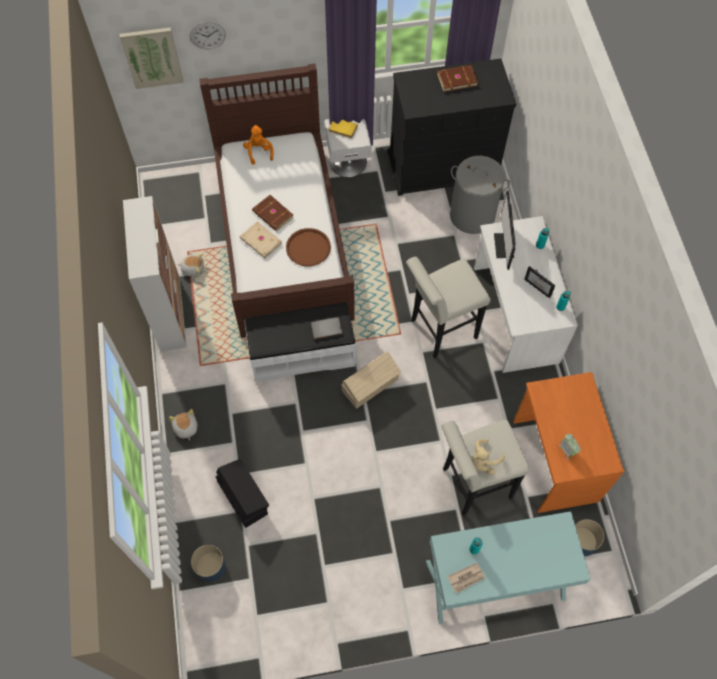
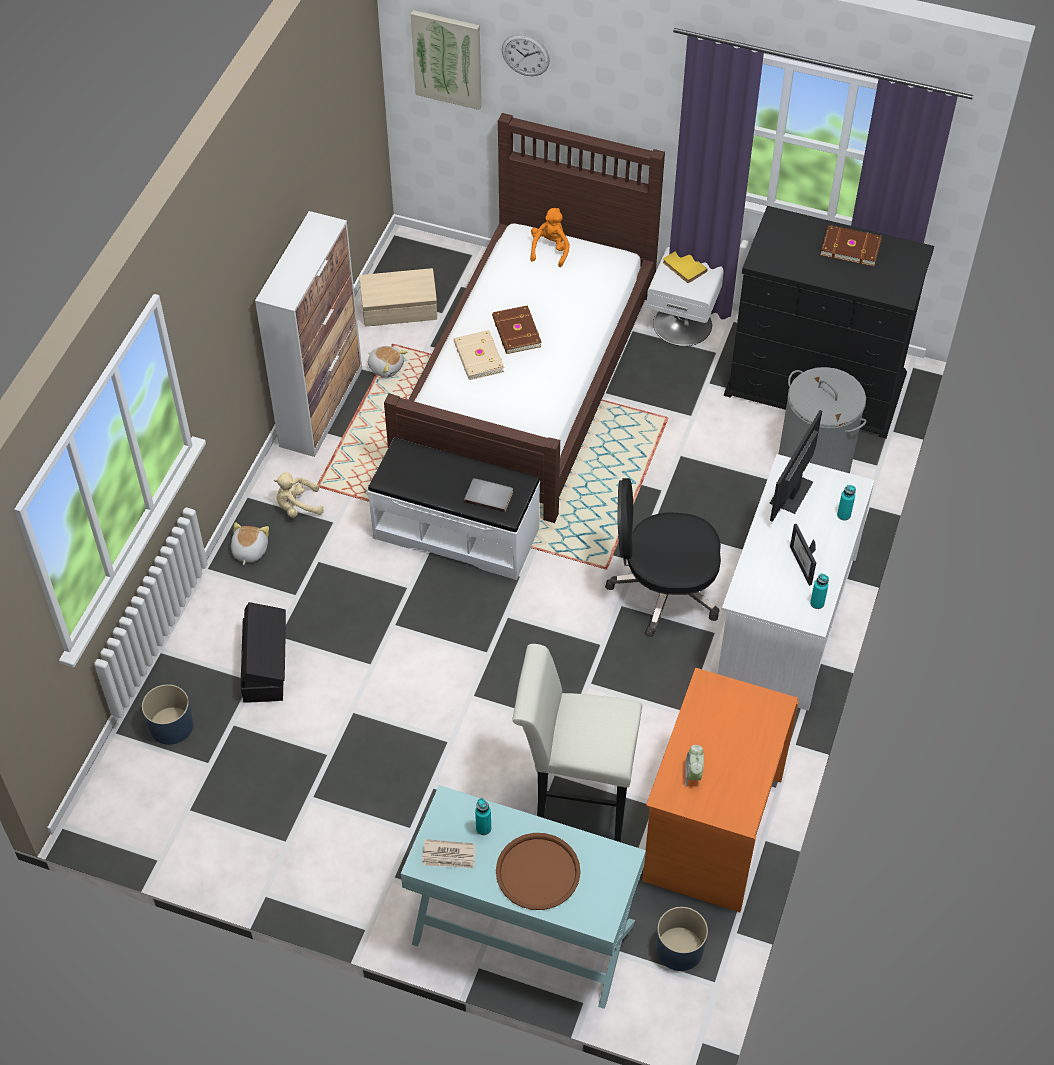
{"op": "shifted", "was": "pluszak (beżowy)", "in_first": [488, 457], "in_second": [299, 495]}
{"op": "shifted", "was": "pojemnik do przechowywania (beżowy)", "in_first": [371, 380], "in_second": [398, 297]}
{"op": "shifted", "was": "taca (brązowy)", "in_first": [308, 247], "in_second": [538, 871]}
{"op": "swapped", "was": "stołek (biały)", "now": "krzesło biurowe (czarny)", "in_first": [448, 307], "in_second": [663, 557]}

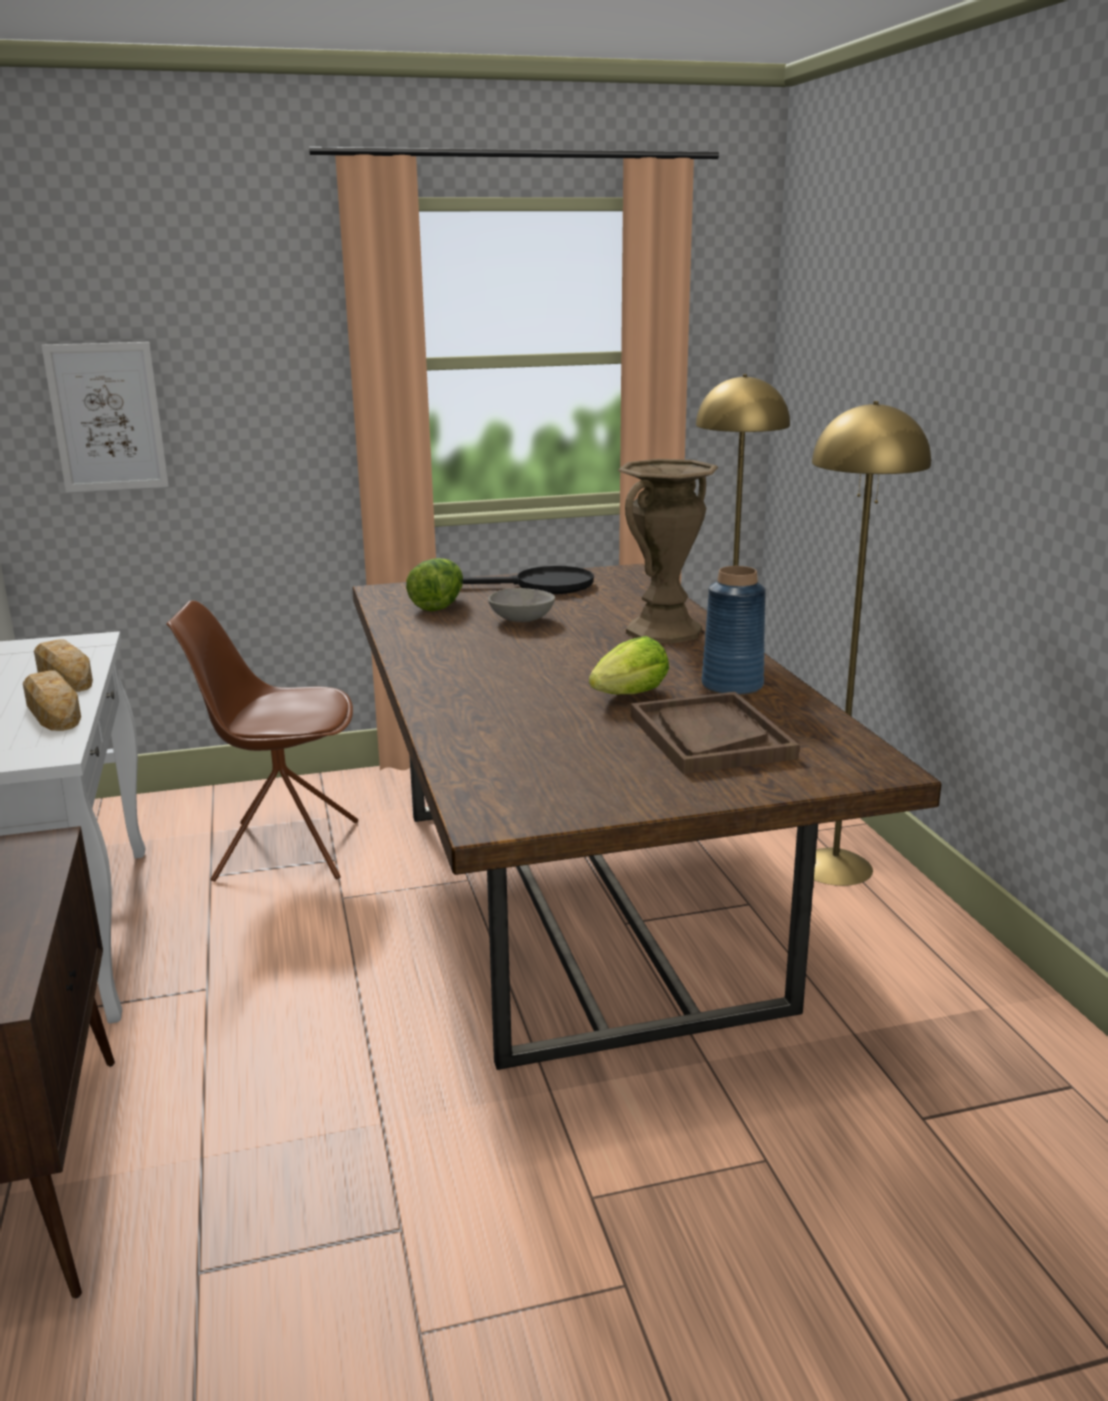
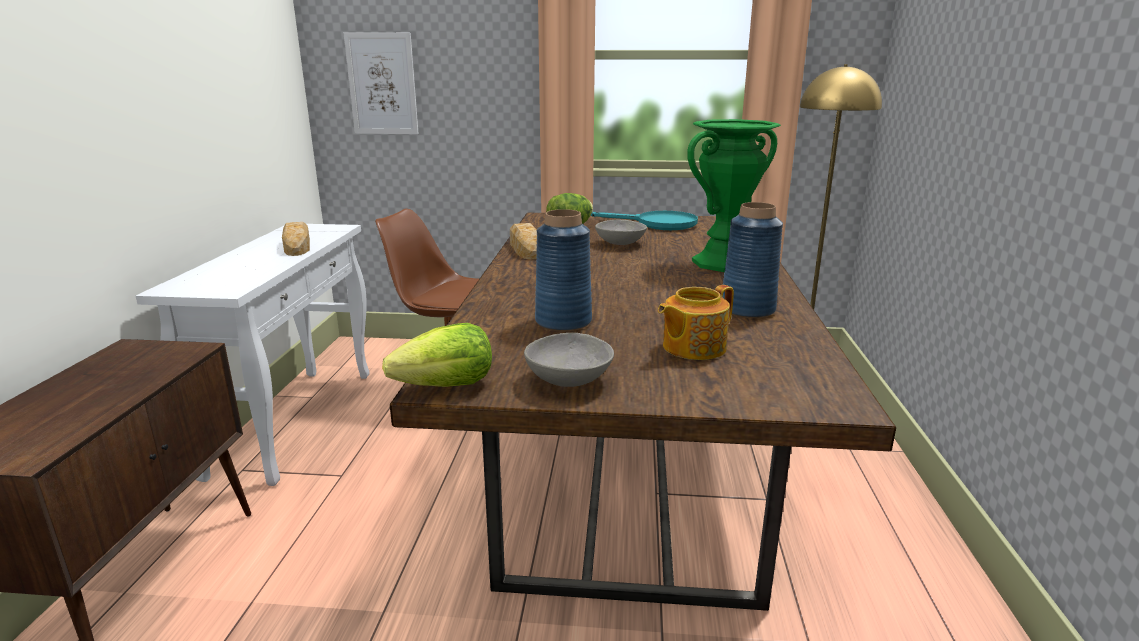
{"op": "shifted", "was": "sałata", "in_first": [629, 665], "in_second": [437, 355]}
{"op": "shifted", "was": "chleb", "in_first": [52, 701], "in_second": [523, 241]}
{"op": "new", "now": "miska (szary)", "in_second": [569, 360]}
{"op": "new", "now": "wazon (niebieski)", "in_second": [563, 270]}
{"op": "repainted", "was": "patelnia (czarny)", "now": "patelnia (turkusowy)", "in_first": [528, 580], "in_second": [644, 220]}
{"op": "swapped", "was": "taca (brązowy)", "now": "imbryk", "in_first": [715, 733], "in_second": [696, 322]}
{"op": "repainted", "was": "wazon (brązowy)", "now": "wazon (zielony)", "in_first": [668, 551], "in_second": [734, 195]}
{"op": "gone", "was": "lampa stojąca (żółty)", "in_first": [871, 643]}

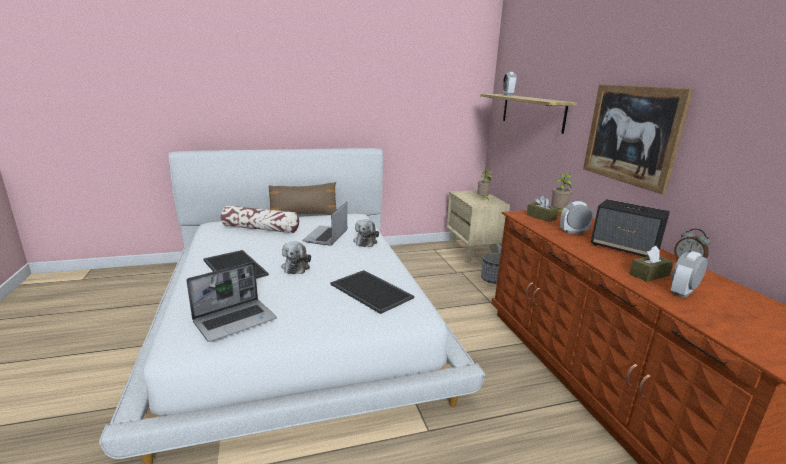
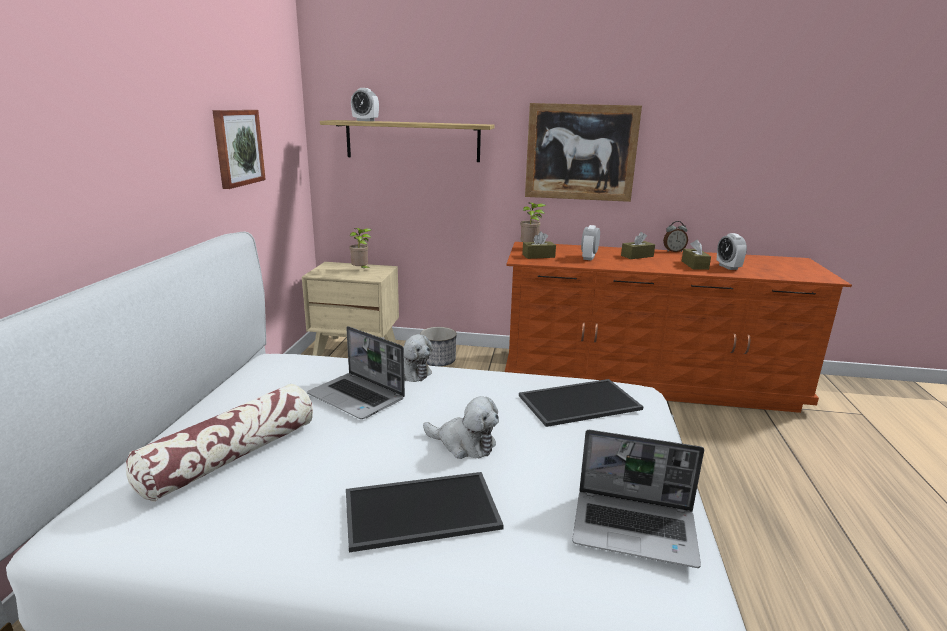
{"op": "new", "now": "obraz", "in_second": [239, 149]}
{"op": "rotated", "was": "laptop", "in_first": [231, 302], "in_second": [638, 499], "clockwise": 120}
{"op": "swapped", "was": "głośnik", "now": "pudełko chusteczek (brązowy)", "in_first": [630, 228], "in_second": [638, 245]}
{"op": "gone", "was": "poduszka (brązowy)", "in_first": [303, 198]}

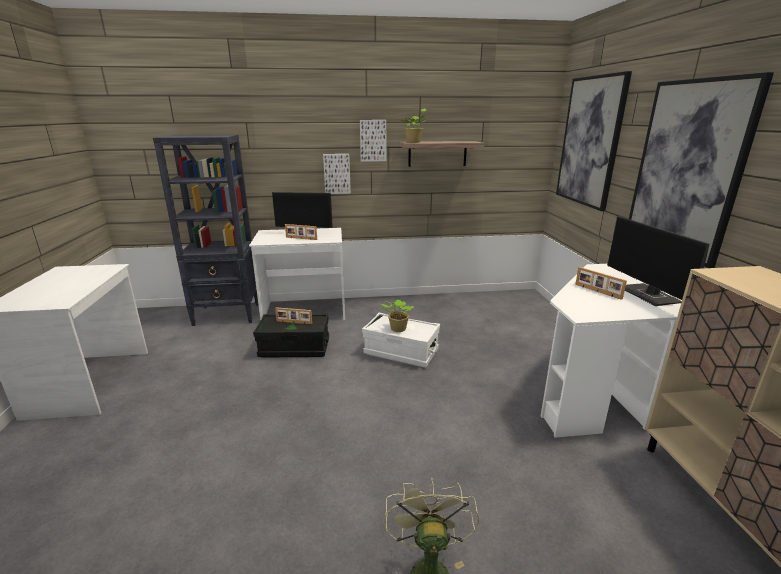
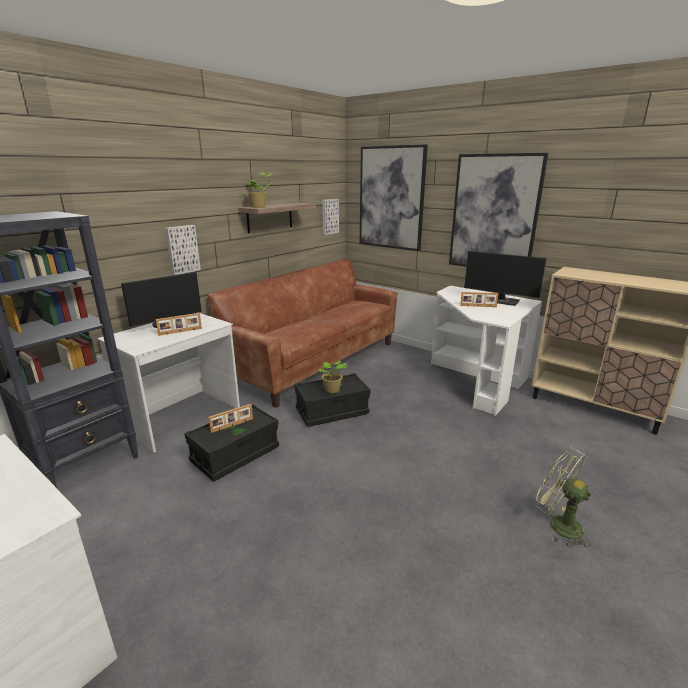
{"op": "new", "now": "kanapa (brązowy)", "in_second": [302, 333]}
{"op": "repainted", "was": "pojemnik do przechowywania (biały)", "now": "pojemnik do przechowywania (czarny)", "in_first": [401, 340], "in_second": [332, 400]}
{"op": "shifted", "was": "obraz", "in_first": [373, 141], "in_second": [330, 217]}

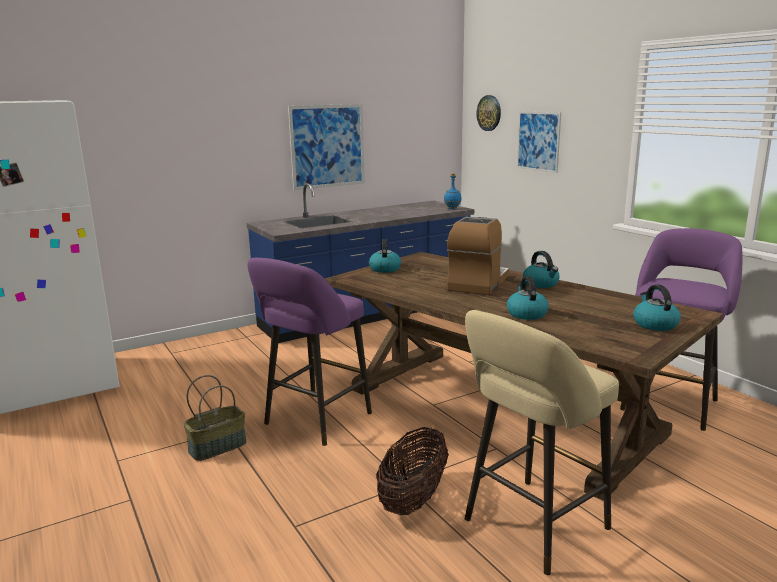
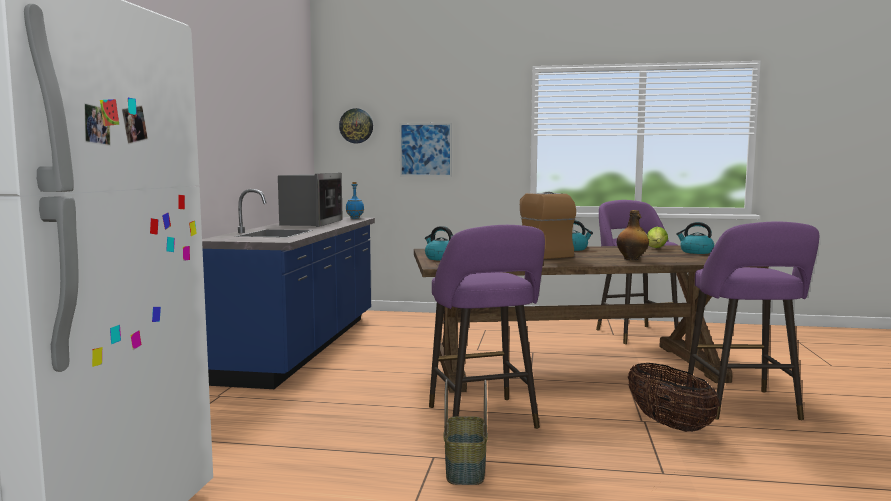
{"op": "new", "now": "mikrofalówka", "in_second": [310, 200]}
{"op": "swapped", "was": "czajnik", "now": "butelka", "in_first": [527, 298], "in_second": [632, 235]}
{"op": "new", "now": "sałata", "in_second": [657, 237]}
{"op": "repainted", "was": "stołek (beżowy)", "now": "stołek (fioletowy)", "in_first": [542, 442], "in_second": [753, 321]}
{"op": "gone", "was": "obraz", "in_first": [326, 147]}

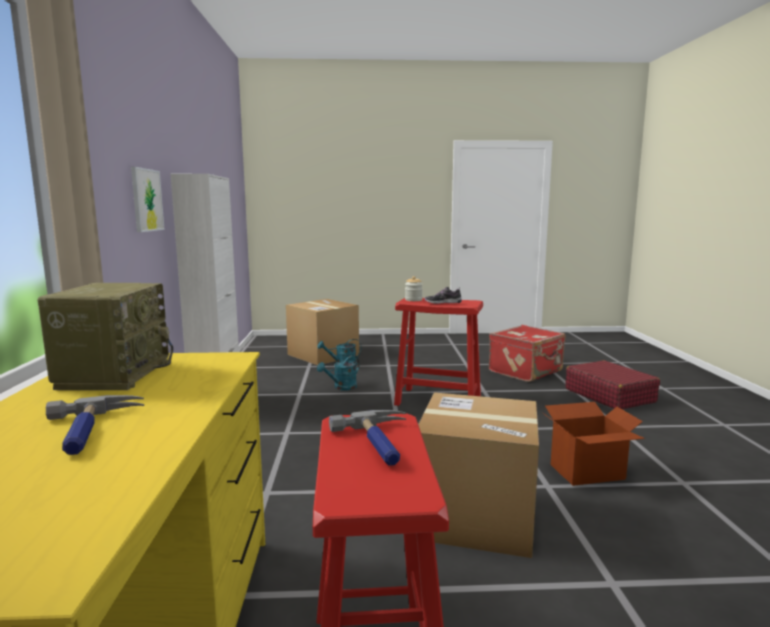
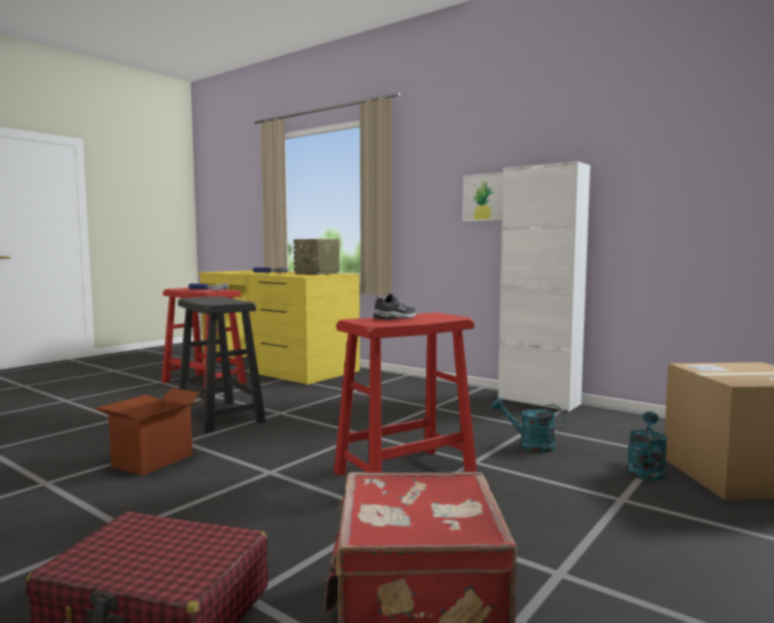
{"op": "swapped", "was": "karton", "now": "stołek (czarny)", "in_first": [478, 475], "in_second": [222, 364]}
{"op": "rotated", "was": "konewka (turkusowy)", "in_first": [338, 372], "in_second": [528, 425], "clockwise": -60}
{"op": "gone", "was": "słoik", "in_first": [414, 288]}

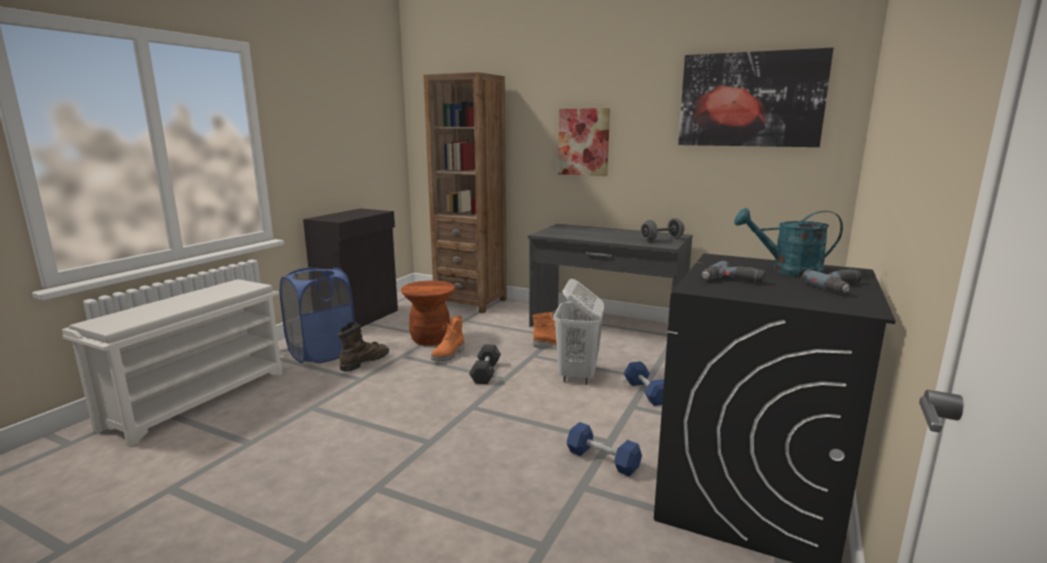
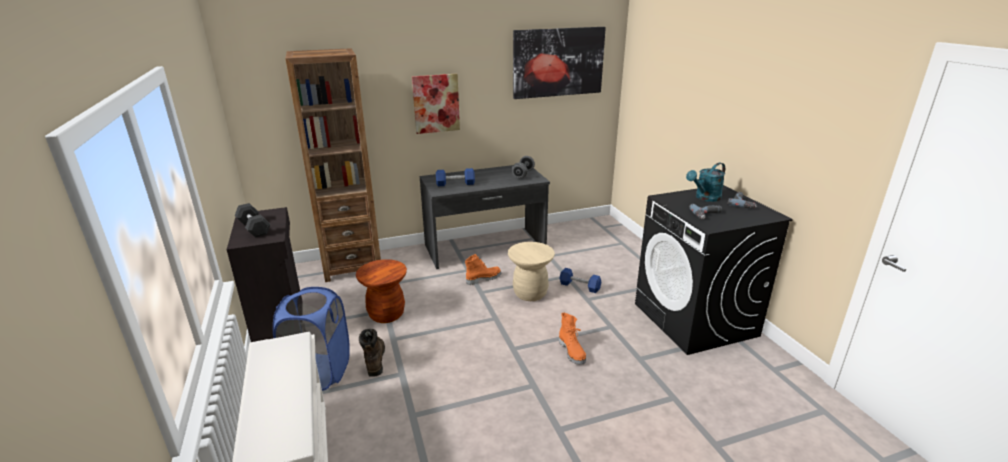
{"op": "shifted", "was": "hantel (czarny)", "in_first": [485, 364], "in_second": [253, 220]}
{"op": "shifted", "was": "hantel (niebieski)", "in_first": [604, 449], "in_second": [455, 177]}
{"op": "swapped", "was": "kosz na pranie (biały)", "now": "stołek (beżowy)", "in_first": [579, 331], "in_second": [531, 271]}
{"op": "shifted", "was": "but z cholewką (pomarańczowy)", "in_first": [447, 338], "in_second": [572, 339]}

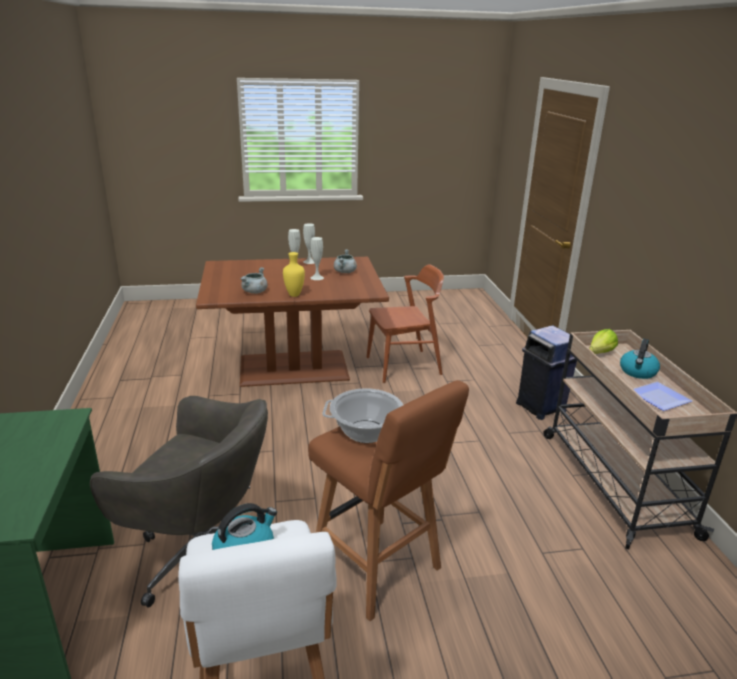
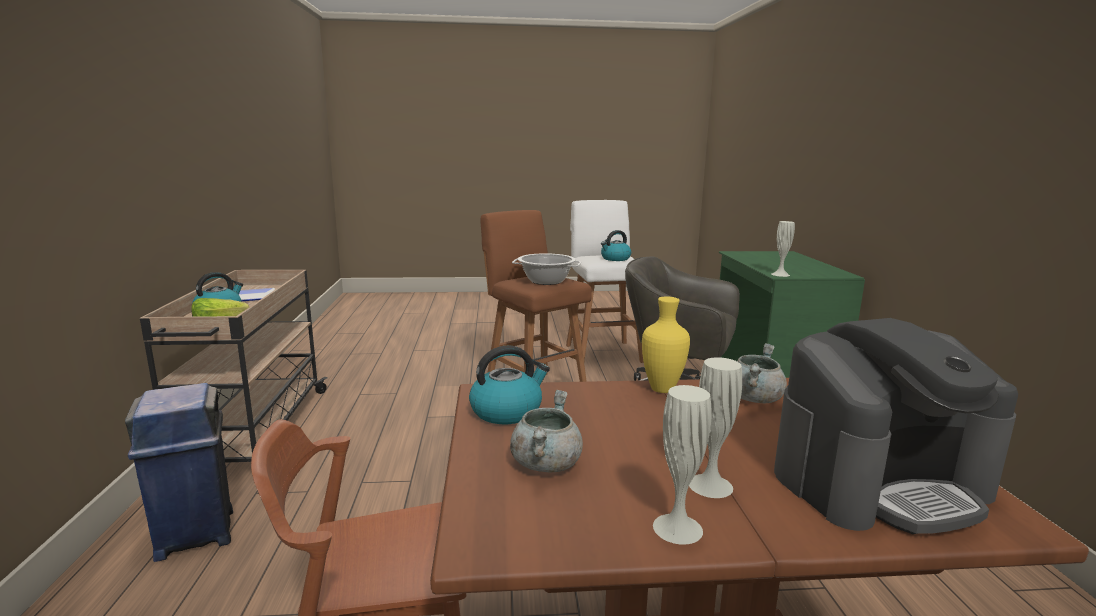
{"op": "new", "now": "czajnik", "in_second": [509, 384]}
{"op": "shifted", "was": "wazon (biały)", "in_first": [317, 258], "in_second": [783, 249]}
{"op": "new", "now": "ekspres do kawy", "in_second": [896, 426]}

